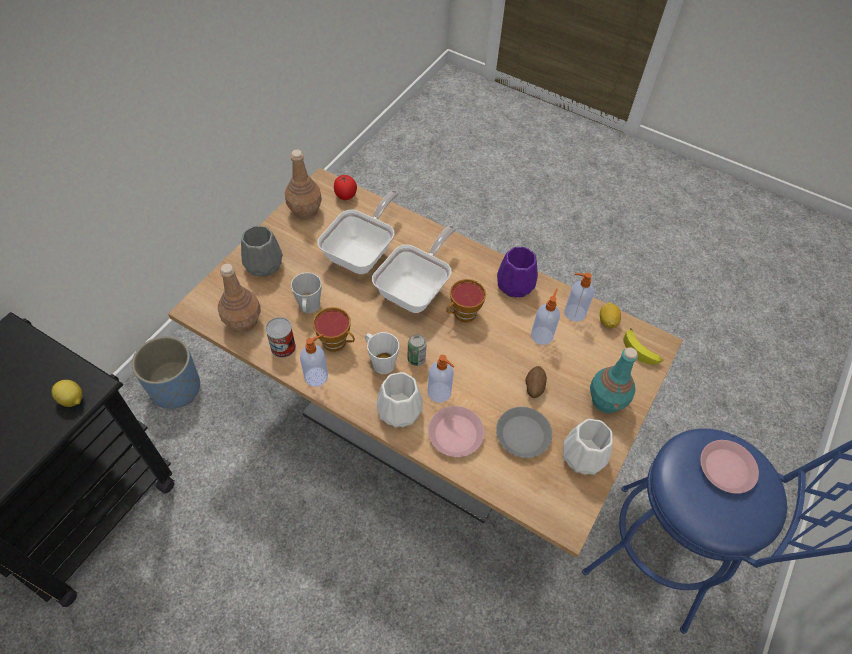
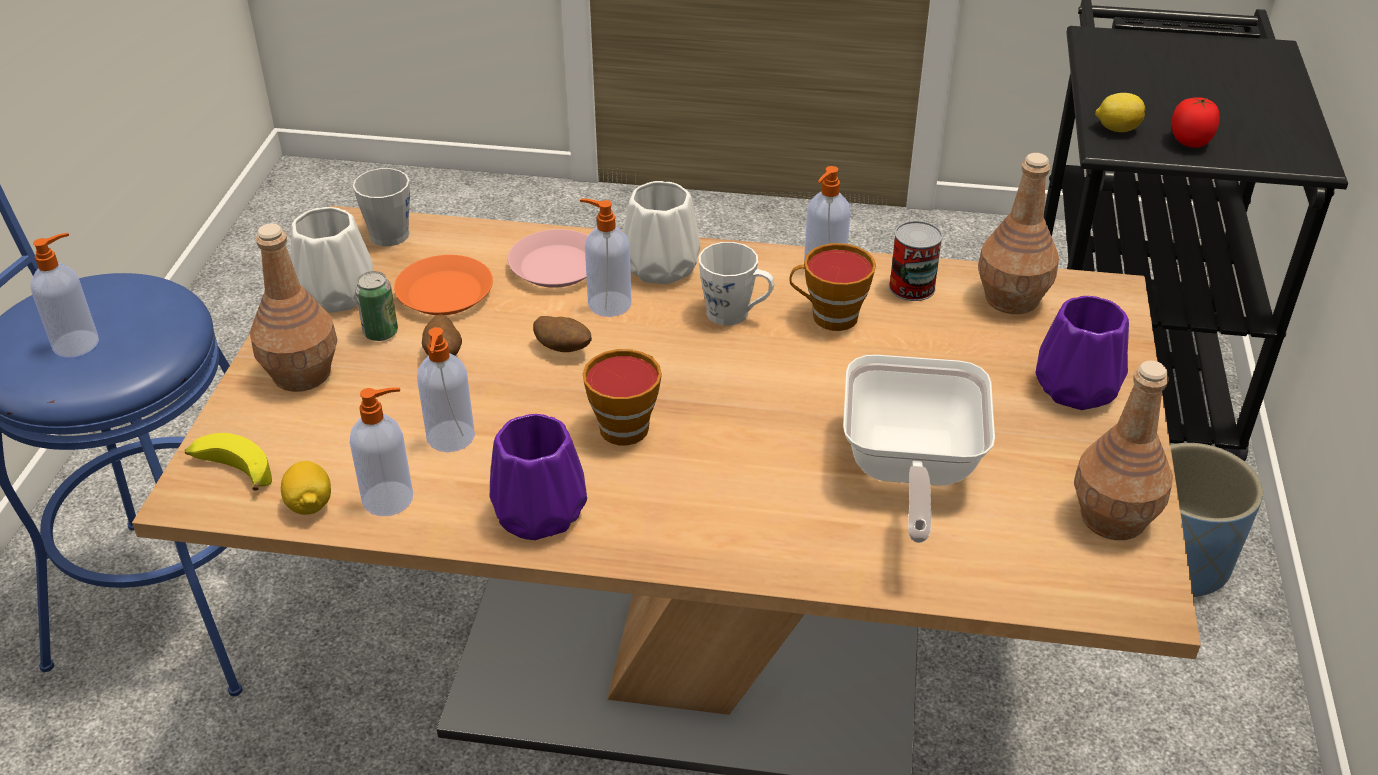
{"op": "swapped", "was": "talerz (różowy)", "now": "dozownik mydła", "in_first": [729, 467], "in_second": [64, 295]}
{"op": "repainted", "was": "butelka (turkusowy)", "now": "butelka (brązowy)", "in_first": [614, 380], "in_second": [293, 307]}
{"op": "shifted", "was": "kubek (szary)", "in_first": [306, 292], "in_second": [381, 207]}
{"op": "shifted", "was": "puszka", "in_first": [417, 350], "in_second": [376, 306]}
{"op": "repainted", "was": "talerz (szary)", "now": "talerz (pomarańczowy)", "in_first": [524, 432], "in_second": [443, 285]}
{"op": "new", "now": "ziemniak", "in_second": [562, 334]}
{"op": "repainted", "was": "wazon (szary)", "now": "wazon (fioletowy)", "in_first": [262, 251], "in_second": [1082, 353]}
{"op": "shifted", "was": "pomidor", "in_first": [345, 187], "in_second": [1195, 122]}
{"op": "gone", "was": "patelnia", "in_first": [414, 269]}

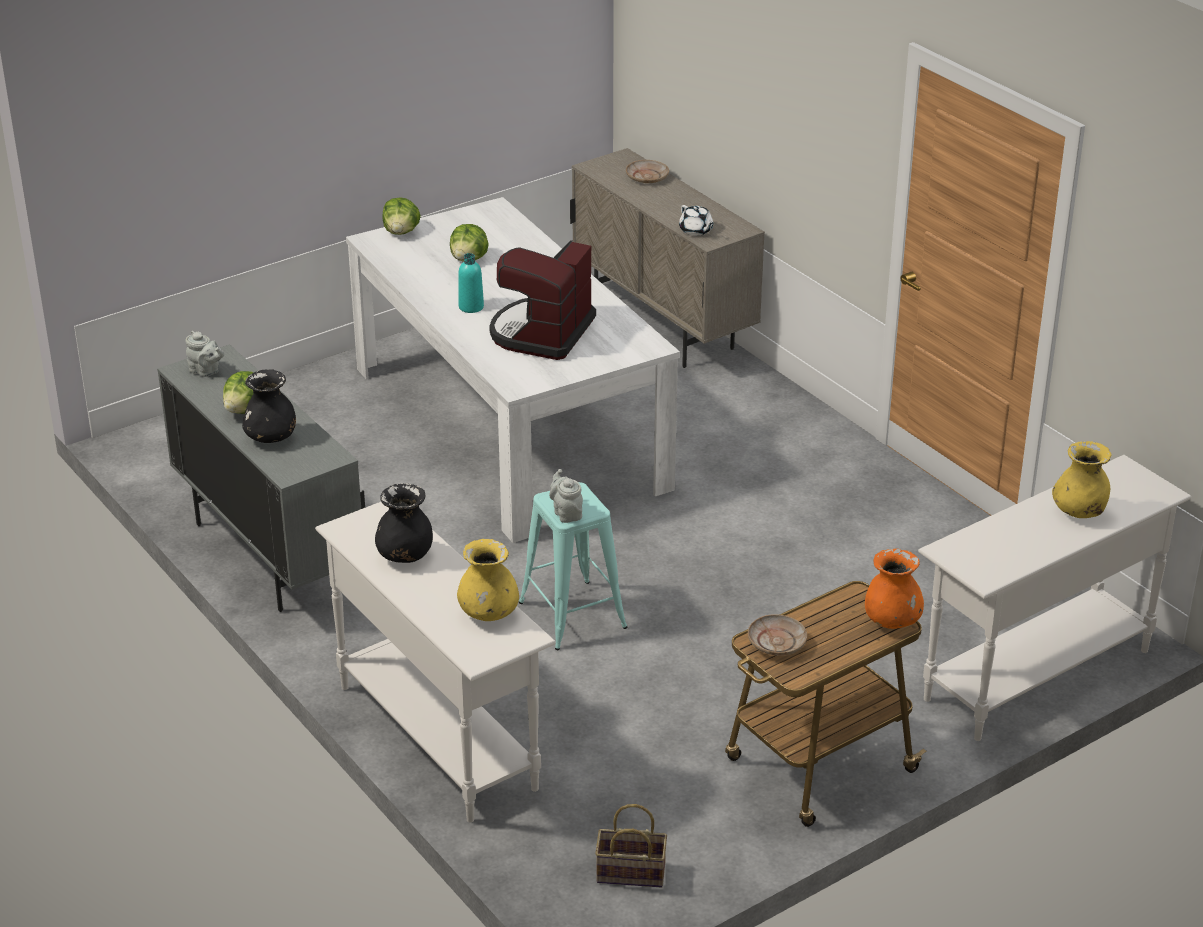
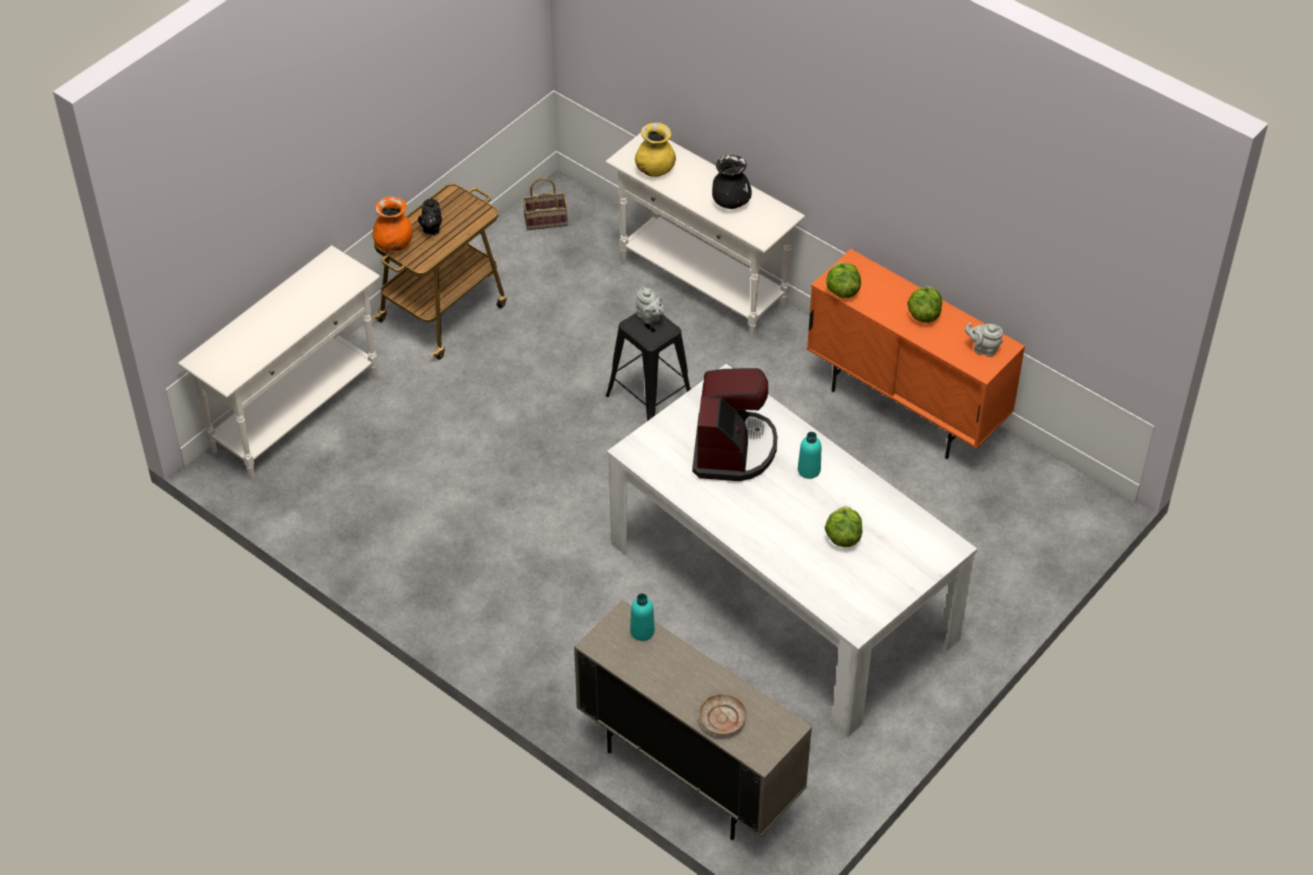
{"op": "new", "now": "imbryk (czarny)", "in_second": [430, 216]}
{"op": "repainted", "was": "stołek (turkusowy)", "now": "stołek (czarny)", "in_first": [573, 566], "in_second": [648, 366]}
{"op": "swapped", "was": "imbryk (biały)", "now": "butelka (turkusowy)", "in_first": [696, 220], "in_second": [642, 617]}
{"op": "repainted", "was": "szafka (szary)", "now": "szafka (pomarańczowy)", "in_first": [261, 478], "in_second": [916, 354]}
{"op": "shifted", "was": "sałata", "in_first": [401, 216], "in_second": [844, 280]}
{"op": "gone", "was": "wazon (czarny)", "in_first": [269, 406]}
{"op": "gone", "was": "talerz (beżowy)", "in_first": [777, 635]}
{"op": "gone", "was": "wazon (żółty)", "in_first": [1082, 479]}

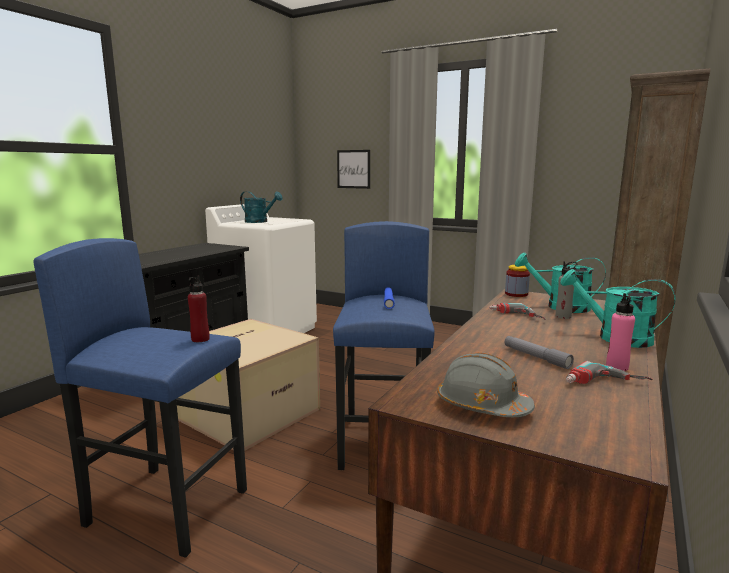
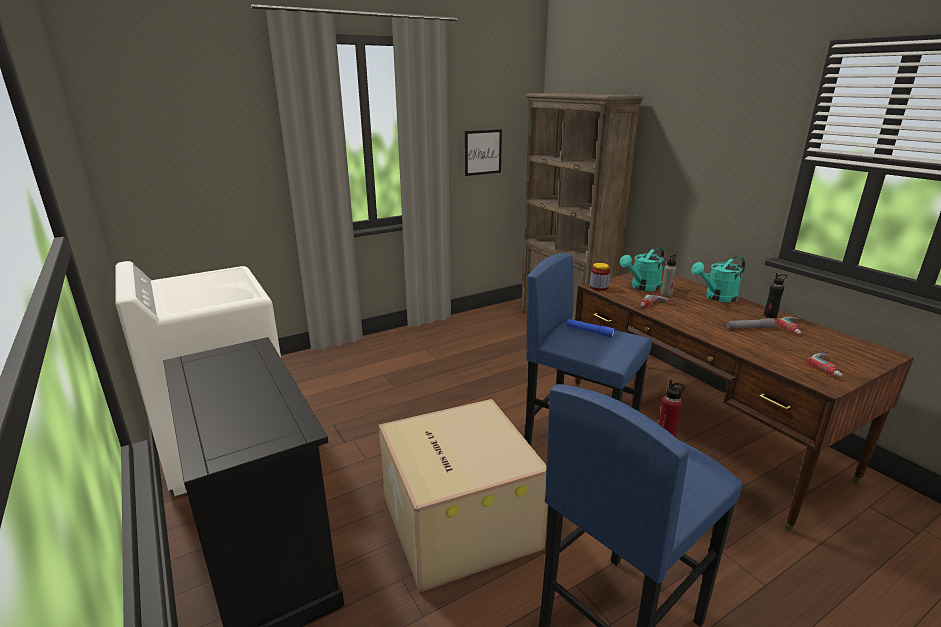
{"op": "shifted", "was": "obraz", "in_first": [353, 169], "in_second": [483, 152]}
{"op": "repainted", "was": "butelka (różowy)", "now": "butelka (czarny)", "in_first": [620, 332], "in_second": [776, 295]}
{"op": "swapped", "was": "kask (szary)", "now": "wiertarka", "in_first": [486, 384], "in_second": [824, 363]}
{"op": "gone", "was": "konewka (turkusowy)", "in_first": [261, 207]}

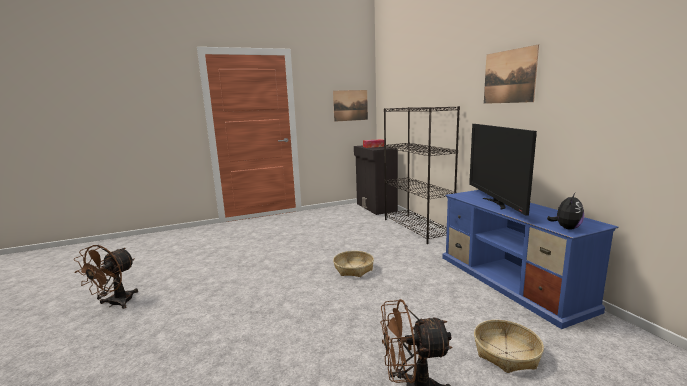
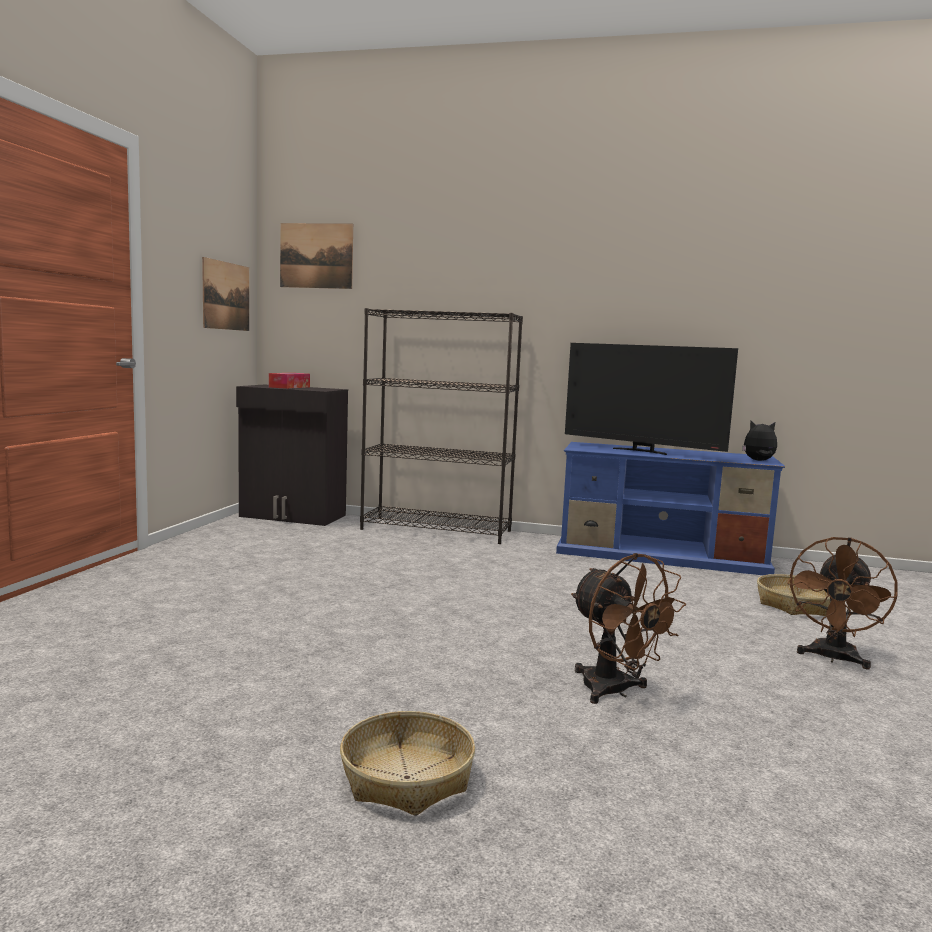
{"op": "shifted", "was": "obraz", "in_first": [511, 74], "in_second": [316, 256]}
{"op": "shifted", "was": "koszyk", "in_first": [353, 264], "in_second": [407, 763]}
{"op": "shifted", "was": "wentylator (brązowy)", "in_first": [106, 277], "in_second": [628, 628]}
{"op": "rotated", "was": "pluszak", "in_first": [565, 211], "in_second": [759, 441], "clockwise": -60}

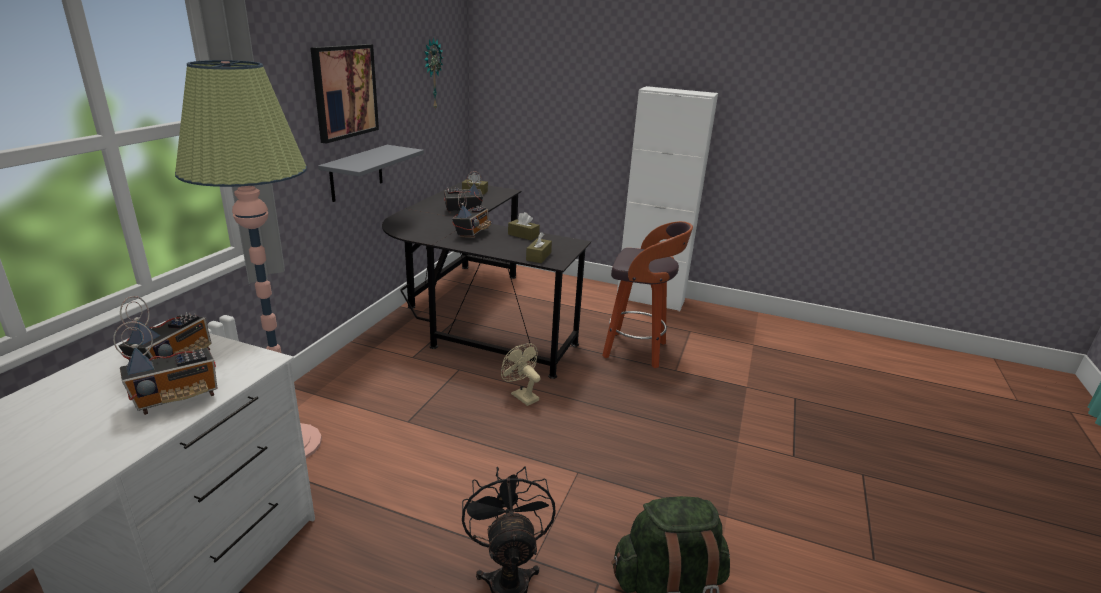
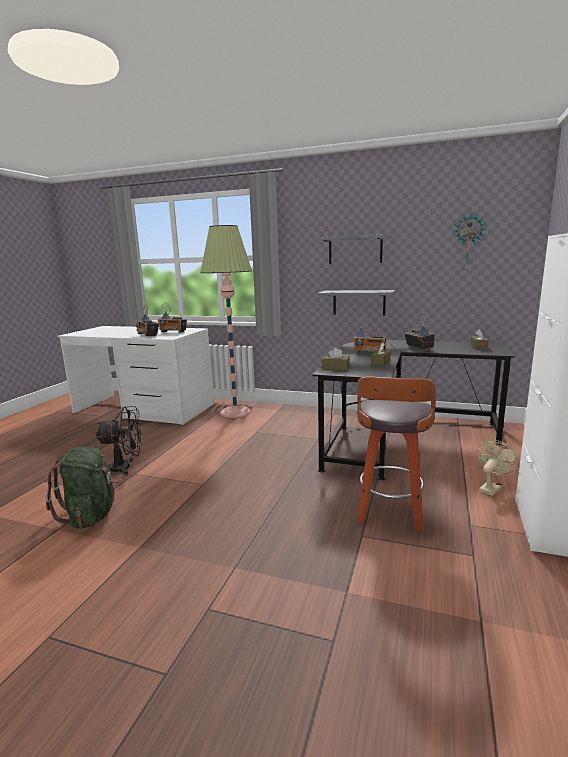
{"op": "swapped", "was": "obraz", "now": "półka (szary)", "in_first": [344, 94], "in_second": [353, 249]}
{"op": "shifted", "was": "wentylator (beżowy)", "in_first": [520, 374], "in_second": [498, 468]}

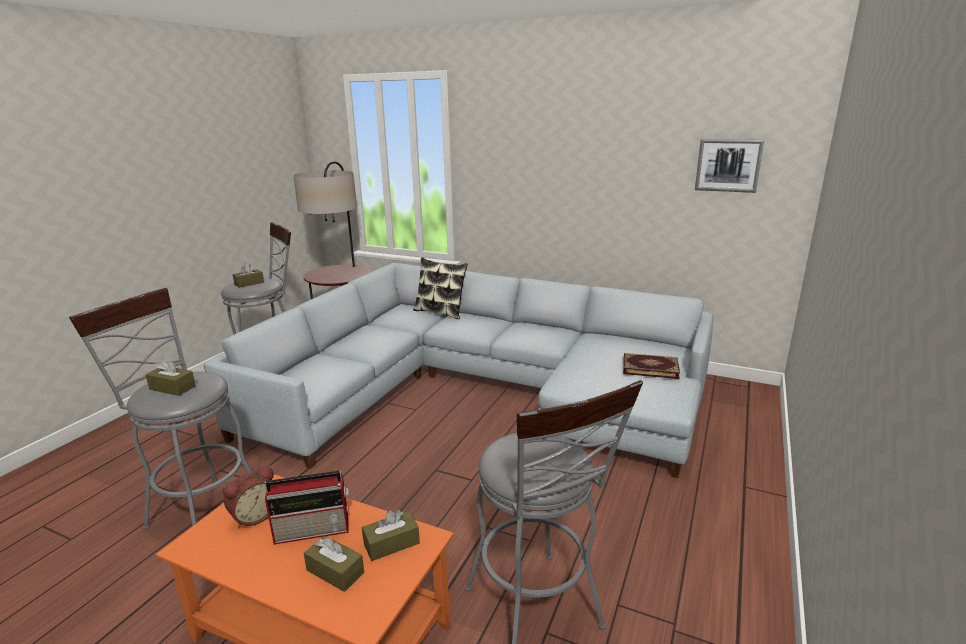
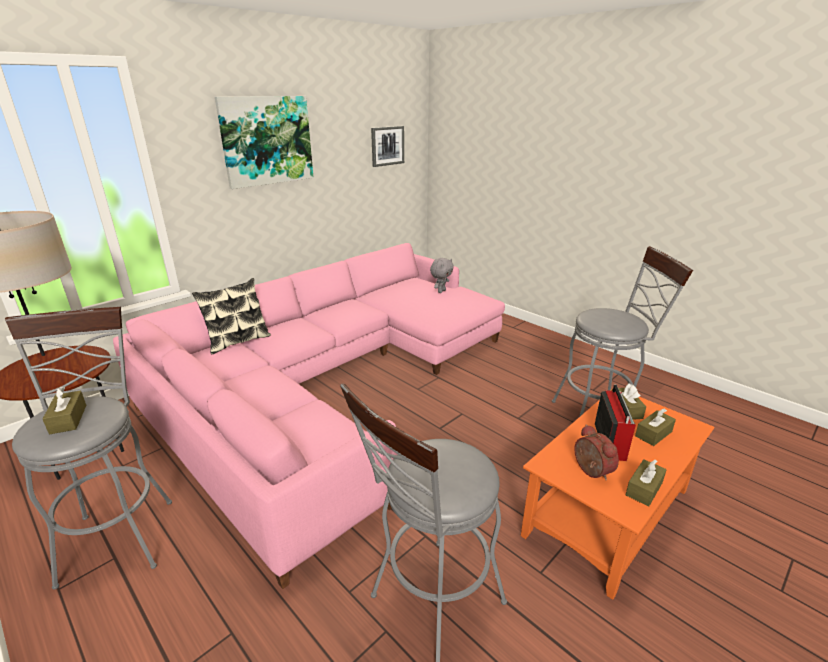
{"op": "repainted", "was": "kanapa (szary)", "now": "kanapa (różowy)", "in_first": [458, 370], "in_second": [309, 416]}
{"op": "new", "now": "obraz", "in_second": [264, 142]}
{"op": "swapped", "was": "książka", "now": "pluszak (szary)", "in_first": [651, 366], "in_second": [442, 275]}
{"op": "shifted", "was": "pudełko chusteczek (brązowy)", "in_first": [170, 377], "in_second": [646, 483]}

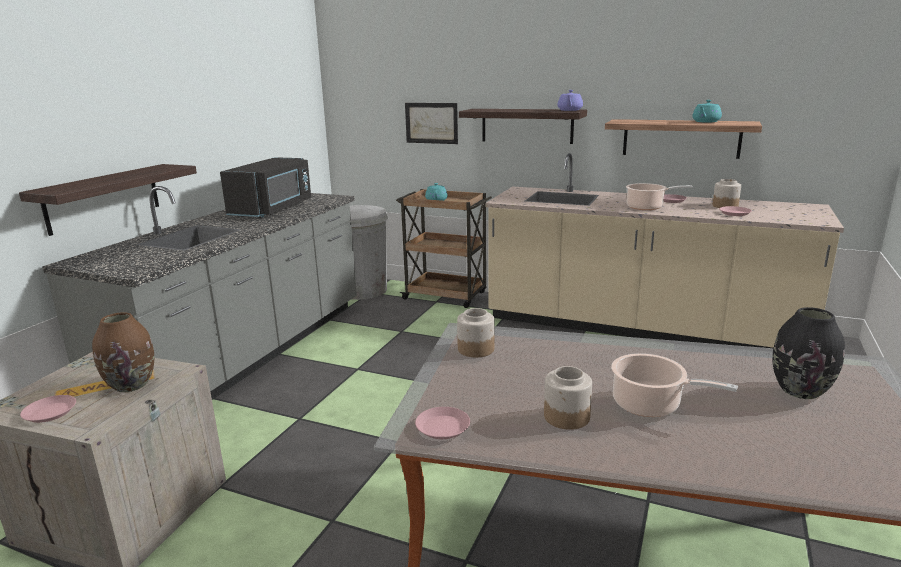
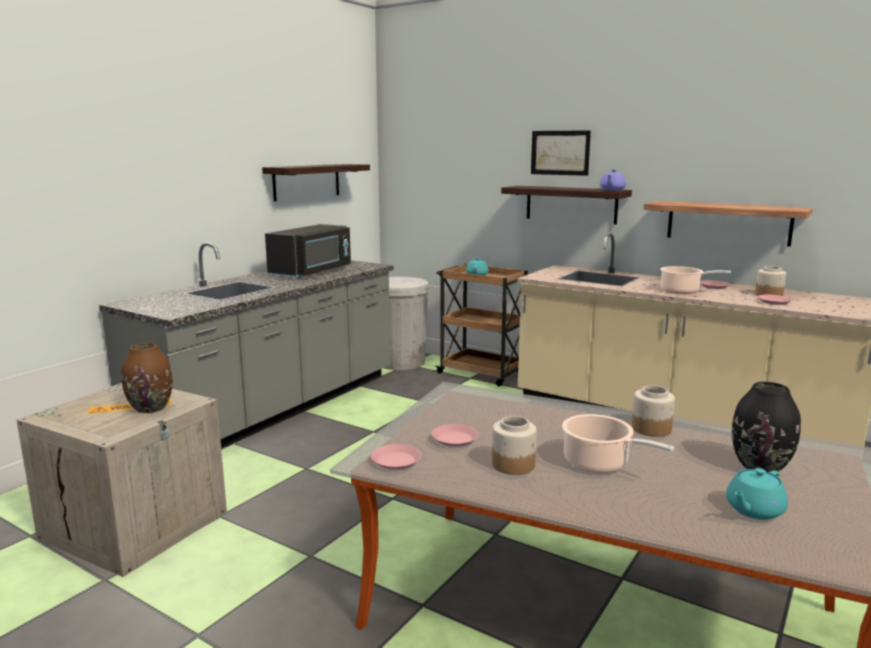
{"op": "shifted", "was": "półka", "in_first": [108, 200], "in_second": [316, 182]}
{"op": "shifted", "was": "talerz (różowy)", "in_first": [48, 409], "in_second": [454, 435]}
{"op": "shifted", "was": "obraz", "in_first": [431, 123], "in_second": [561, 153]}
{"op": "shifted", "was": "słoik", "in_first": [476, 332], "in_second": [653, 411]}
{"op": "shifted", "was": "imbryk (turkusowy)", "in_first": [707, 111], "in_second": [757, 494]}

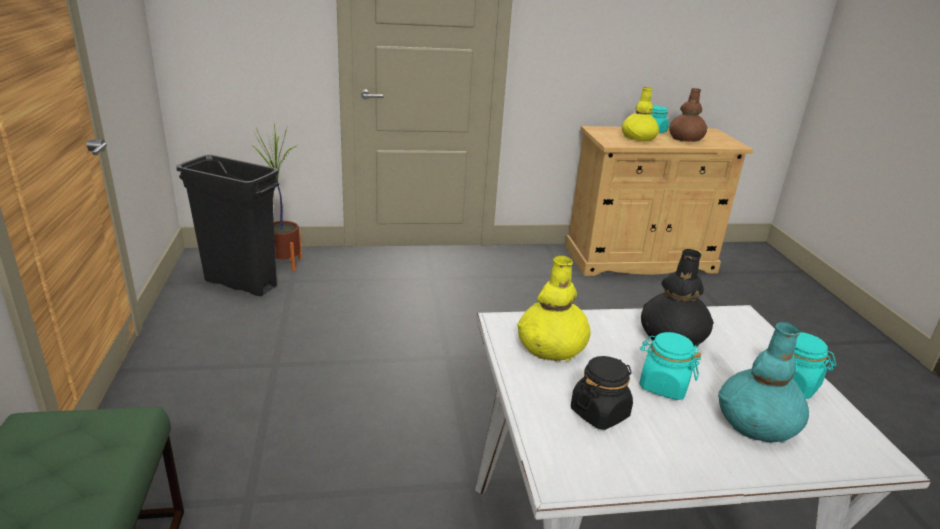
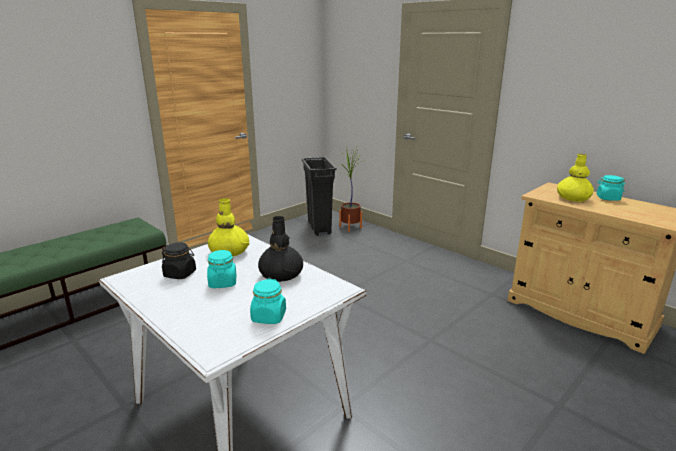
{"op": "gone", "was": "wazon (brązowy)", "in_first": [688, 115]}
{"op": "gone", "was": "wazon (turkusowy)", "in_first": [763, 382]}

